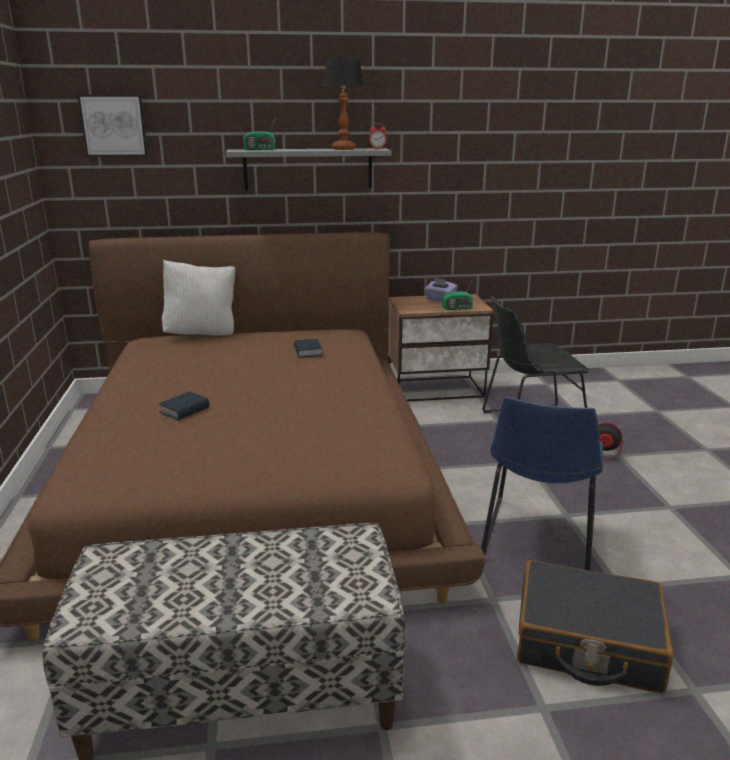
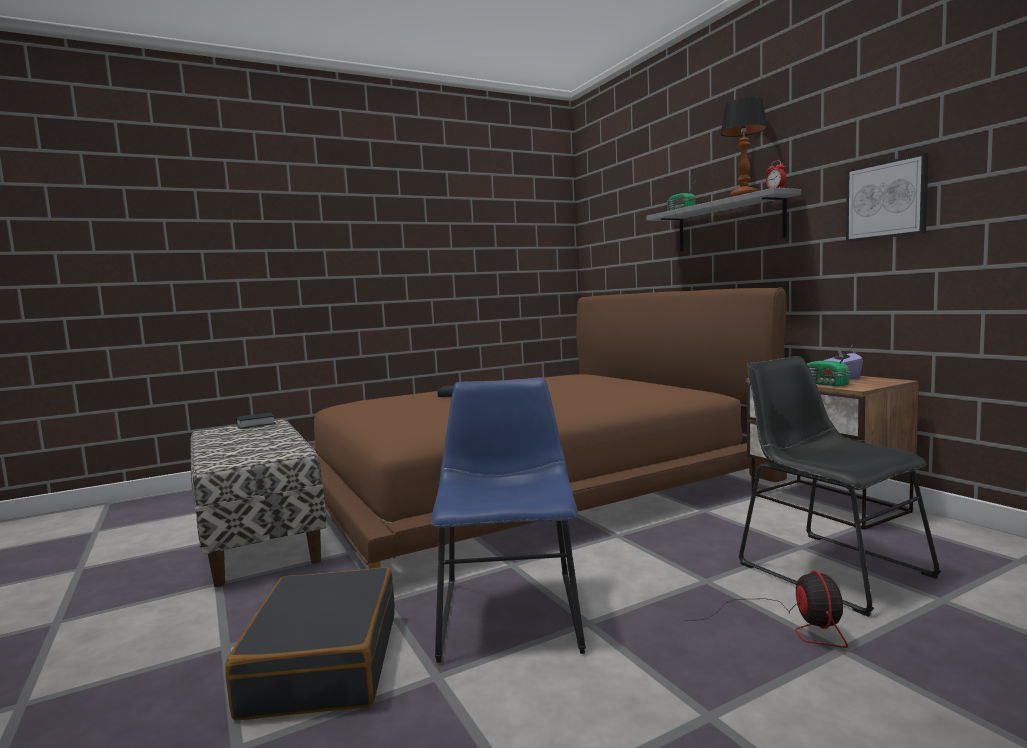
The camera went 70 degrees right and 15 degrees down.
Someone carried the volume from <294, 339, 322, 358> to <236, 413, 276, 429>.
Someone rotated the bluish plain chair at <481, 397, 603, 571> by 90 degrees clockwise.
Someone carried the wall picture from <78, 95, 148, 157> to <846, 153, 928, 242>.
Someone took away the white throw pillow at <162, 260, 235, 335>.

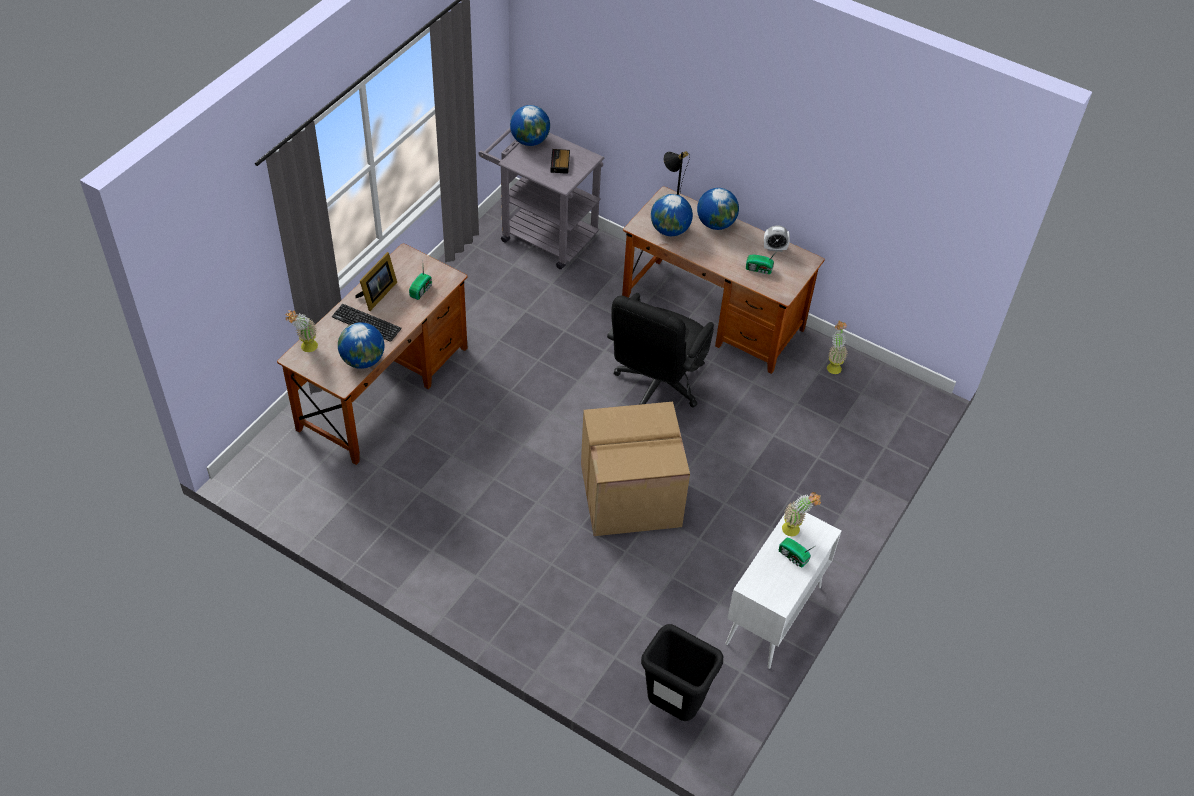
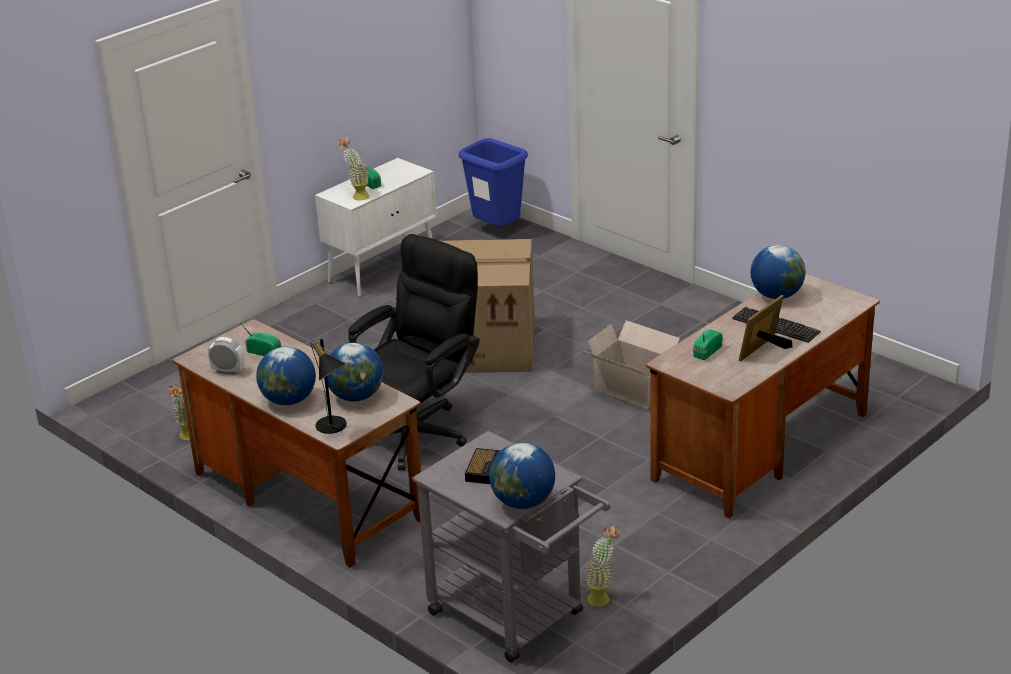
The camera went 165 degrees left and 20 degrees down.
Someone repainted the black-coloured rubbish bin at <641, 624, 723, 721>, which became the bluish rubbish bin at <459, 138, 528, 226>.
Someone put down the cardboard box at <585, 320, 680, 409>.
Someone carried the plant in a pot from <285, 310, 318, 352> to <585, 525, 620, 606>.

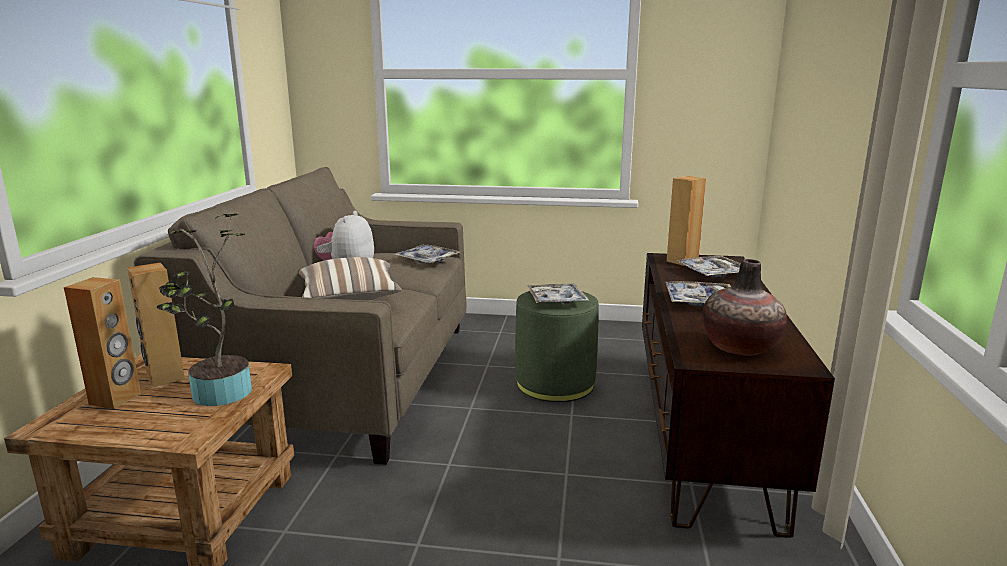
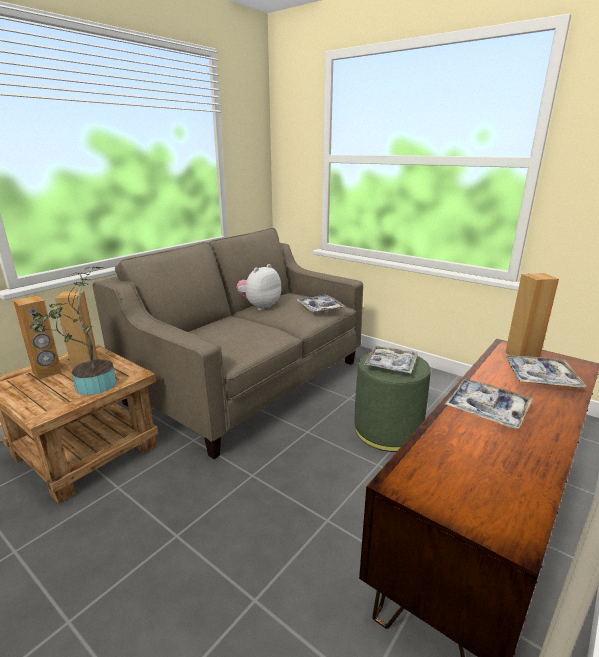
The camera went 30 degrees right and 5 degrees up.
Someone took away the throw pillow at <299, 257, 402, 300>.
Someone took away the flower vase at <703, 259, 787, 356>.

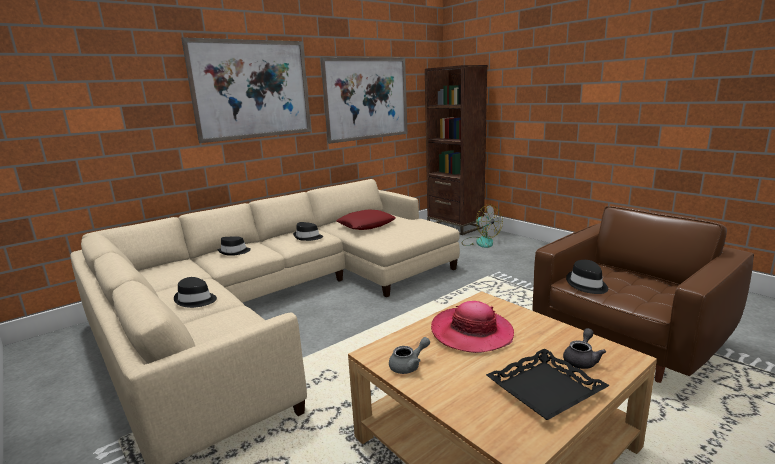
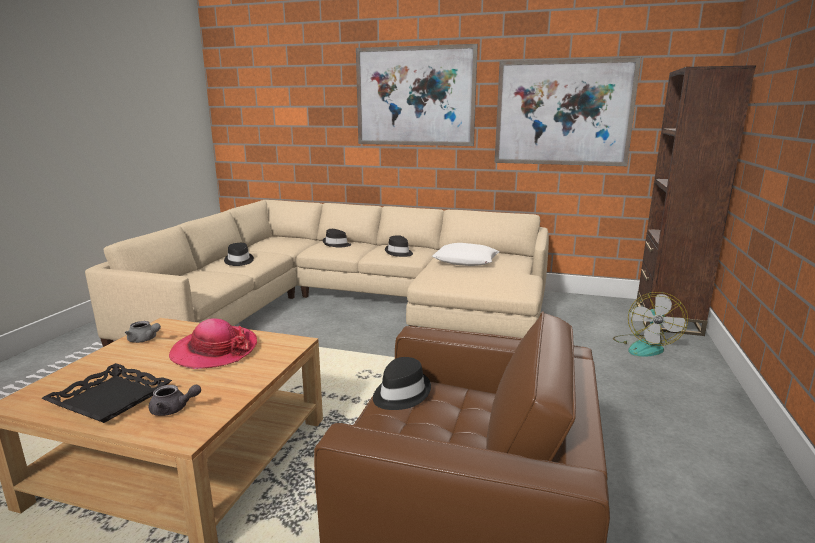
The camera went 55 degrees right and 0 degrees up.
Someone repainted the red-coloured throw pillow at <336, 209, 396, 230>, which became the white throw pillow at <432, 243, 499, 266>.

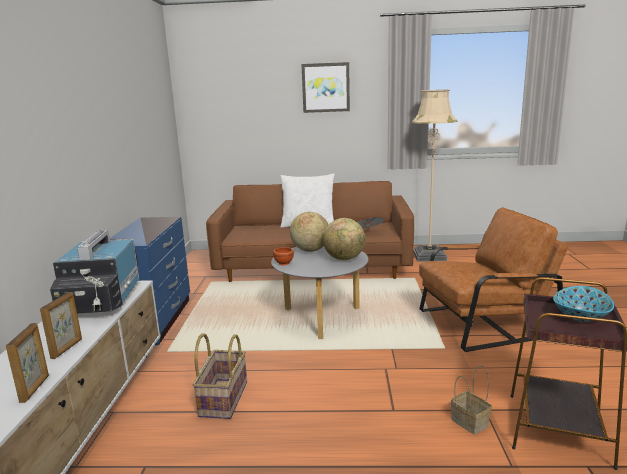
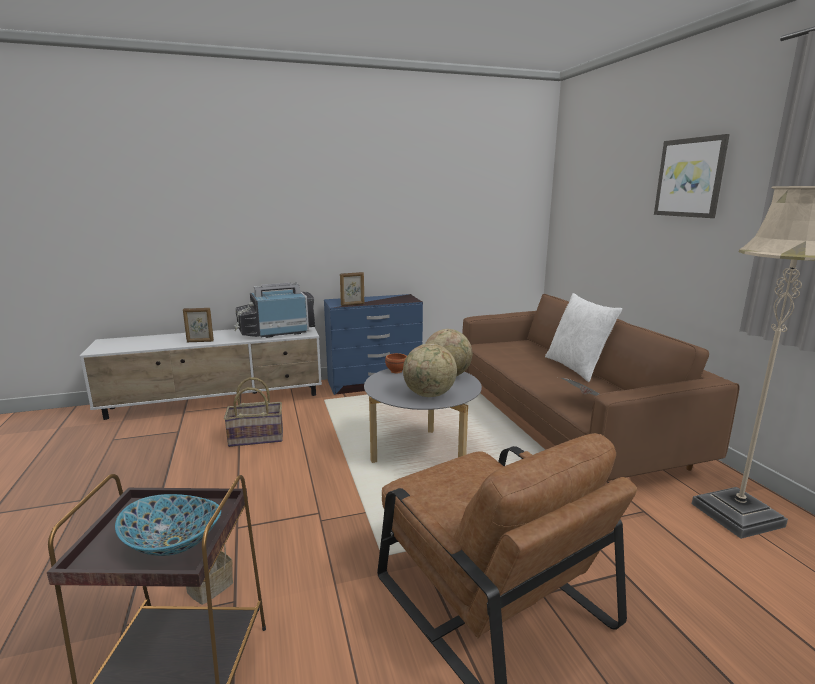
The camera went 70 degrees right and 0 degrees up.
Someone carried the picture frame from <6, 323, 49, 403> to <340, 272, 364, 306>.

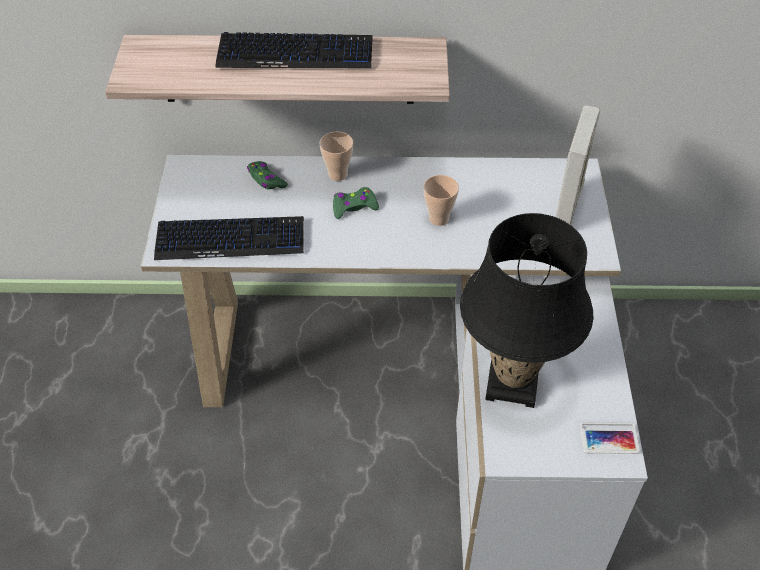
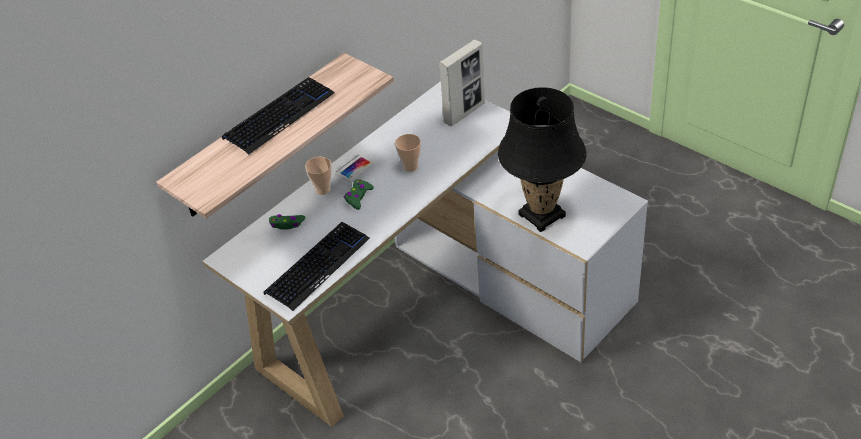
The camera went 45 degrees left and 5 degrees down.
Someone carried the handset from <580, 422, 640, 454> to <334, 154, 374, 182>.
Someone rotated the picture frame at <555, 106, 600, 226> by 105 degrees counterclockwise.

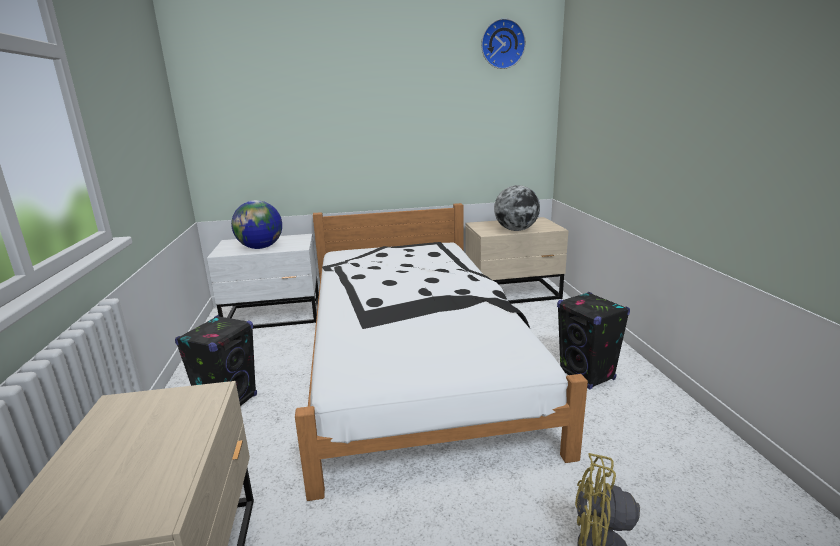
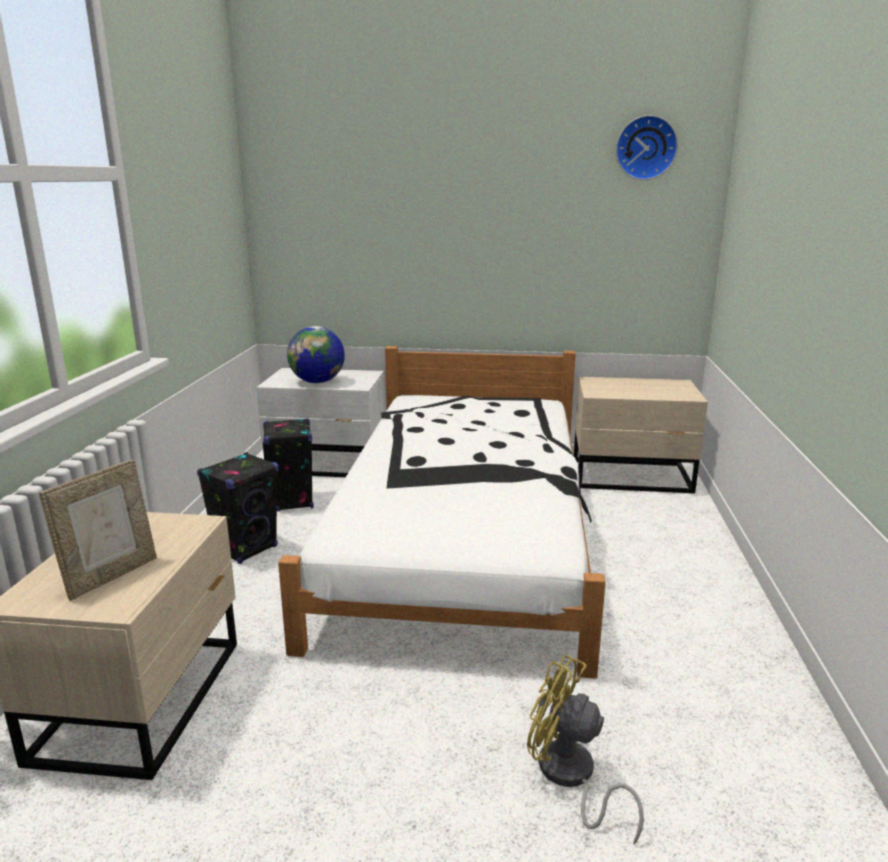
The camera went 15 degrees right and 0 degrees up.
Someone put down the picture frame at <39, 460, 157, 601>.
Someone carried the black-coloured audio speaker from <557, 292, 630, 389> to <263, 418, 314, 511>.
Someone took away the globe at <494, 185, 540, 231>.

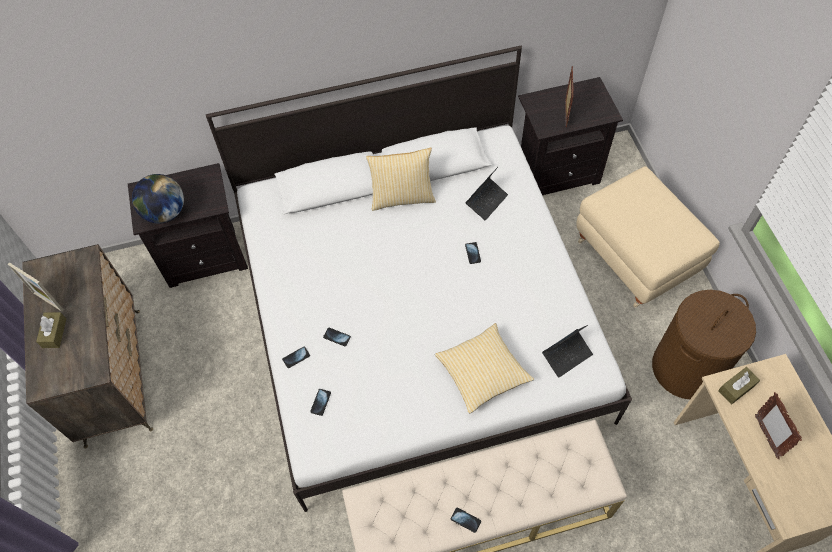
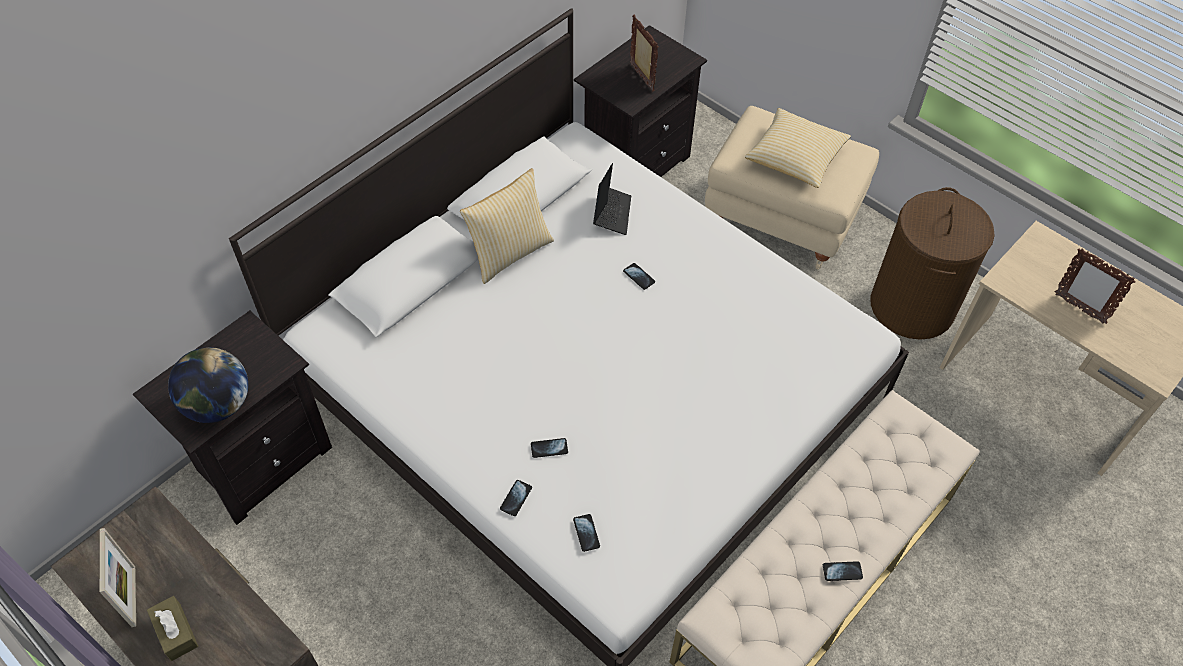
The camera went 35 degrees left and 5 degrees down.
Someone rotated the picture frame at <8, 262, 64, 311> by 105 degrees counterclockwise.
Someone carried the throw pillow from <435, 323, 534, 413> to <745, 108, 851, 188>.
Someone took away the notebook computer at <542, 325, 593, 378>.
Someone took away the brown tissue holder at <718, 367, 760, 404>.

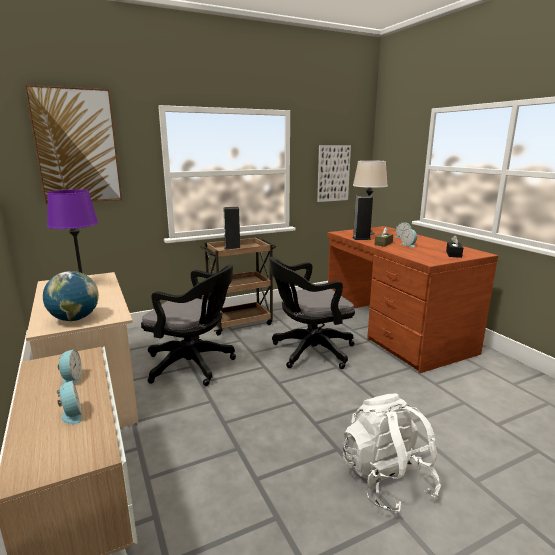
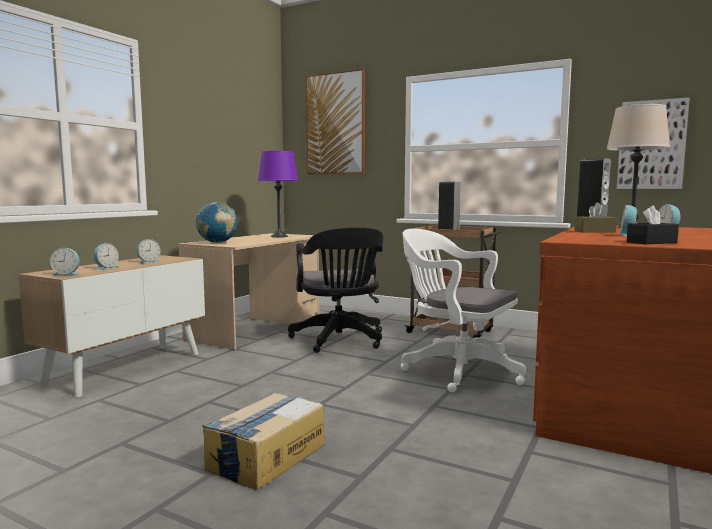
The camera went 55 degrees right and 10 degrees down.
Someone put down the alarm clock at <50, 248, 80, 275>.
Someone swapped the white backpack at <343, 393, 441, 513> for the cardboard box at <202, 393, 325, 490>.
Someone repainted the black-coloured computer chair at <269, 257, 355, 369>, which became the white computer chair at <401, 229, 526, 392>.

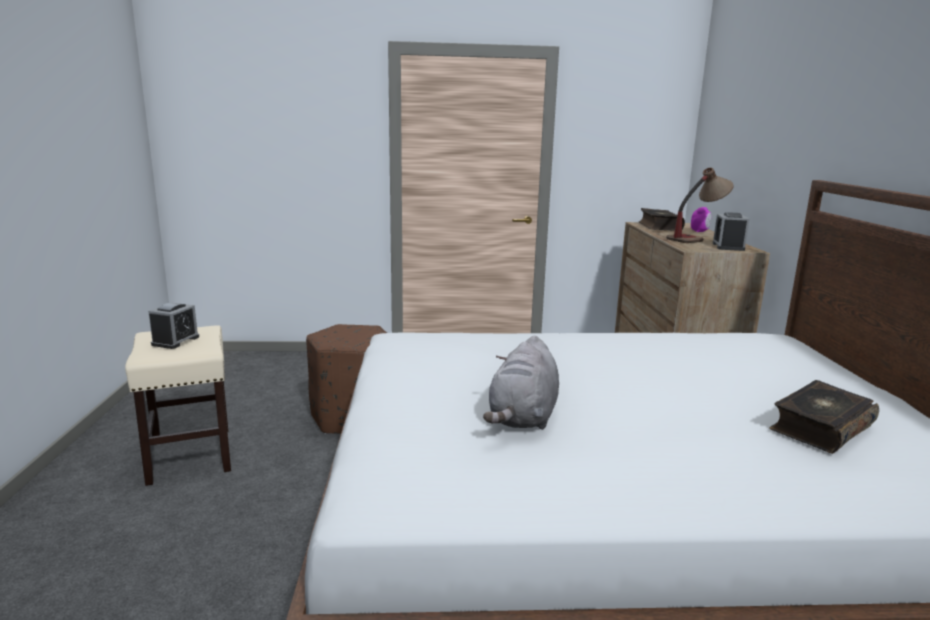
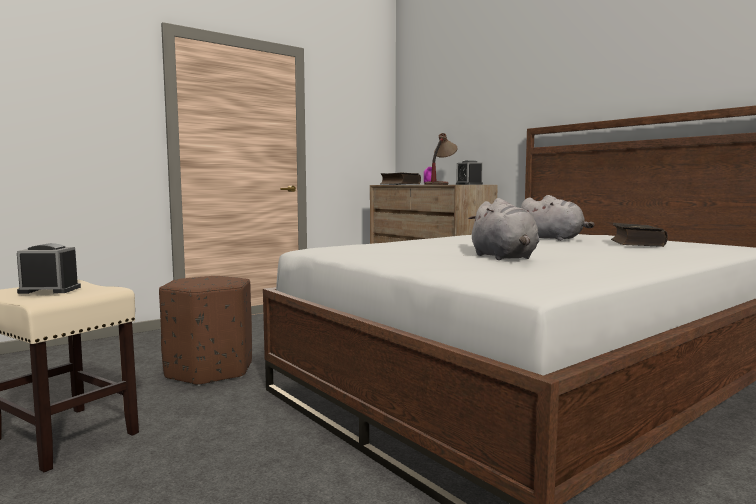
The camera went 35 degrees left and 10 degrees down.
Someone rotated the alarm clock at <148, 303, 199, 349> by 75 degrees counterclockwise.
Someone put down the gray cuddly toy at <521, 195, 594, 241>.

